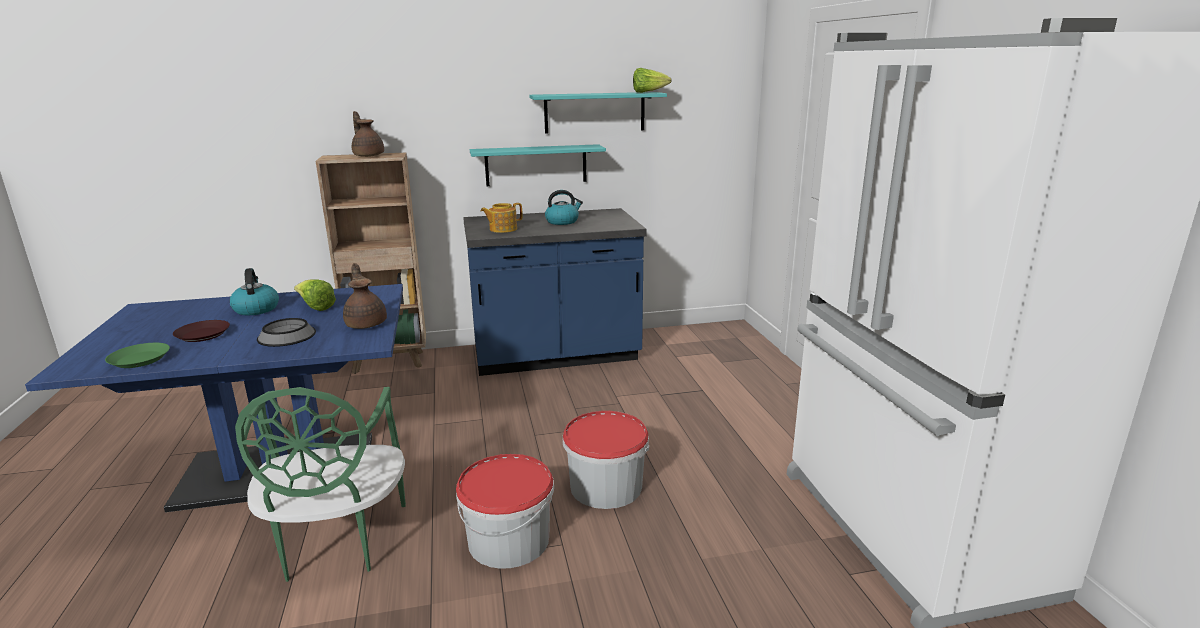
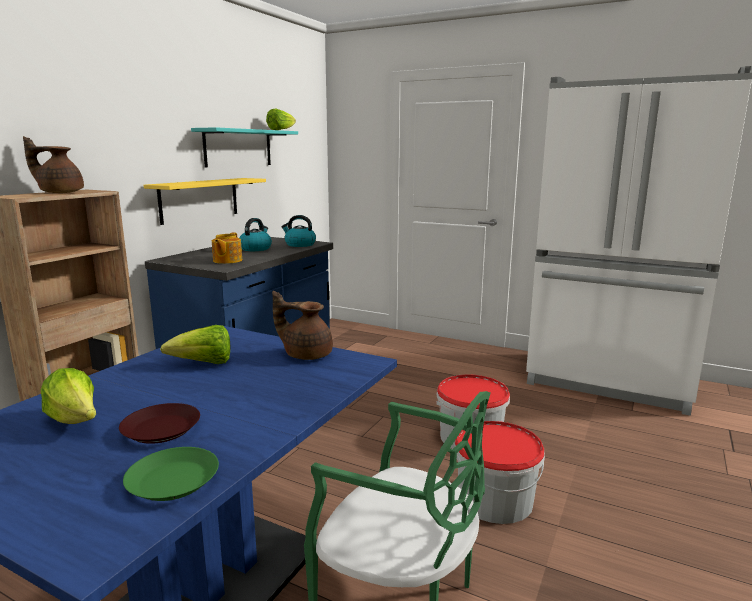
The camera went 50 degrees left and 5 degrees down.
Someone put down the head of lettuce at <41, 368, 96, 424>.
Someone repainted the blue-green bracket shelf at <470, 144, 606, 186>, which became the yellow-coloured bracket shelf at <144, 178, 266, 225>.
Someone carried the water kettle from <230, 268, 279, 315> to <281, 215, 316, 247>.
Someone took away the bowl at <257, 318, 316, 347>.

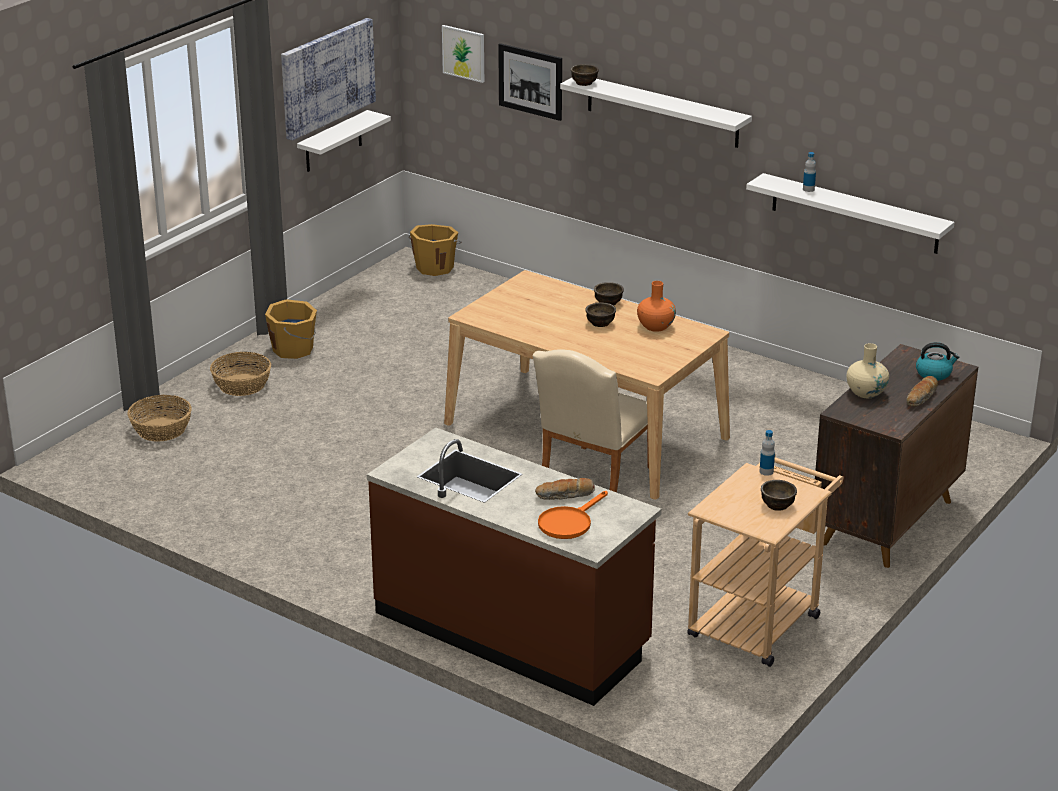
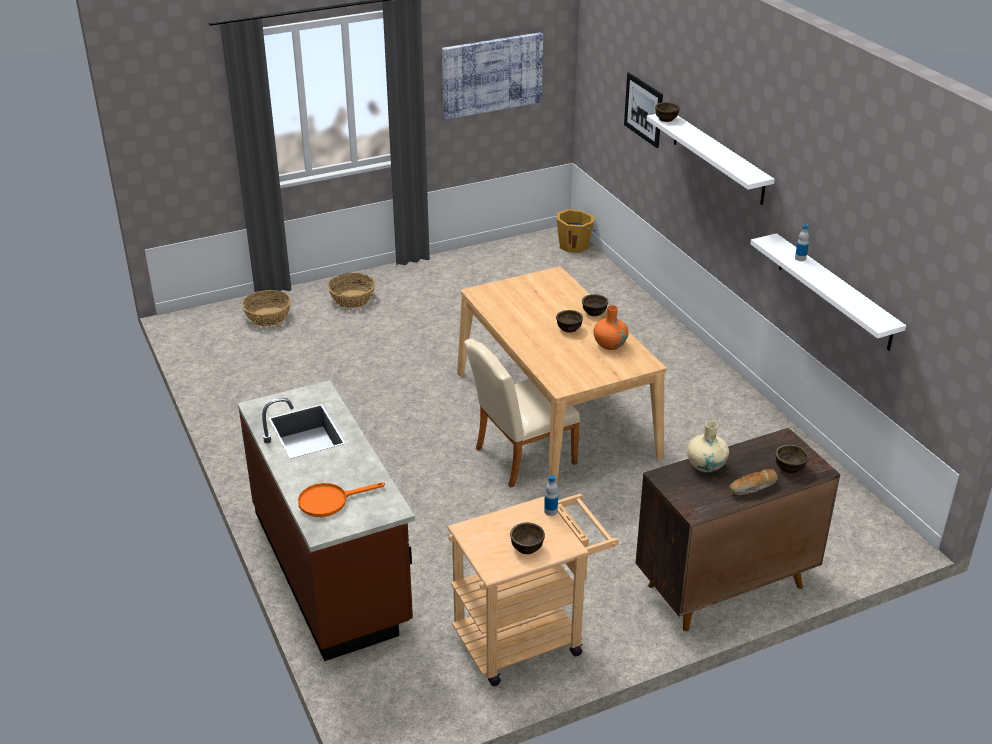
The camera went 30 degrees right and 5 degrees up.
Someone swapped the water kettle at <916, 342, 959, 380> for the brown bowl at <775, 444, 809, 474>.
Someone took away the orangey bucket at <265, 299, 317, 359>.
Someone took away the white bracket shelf at <297, 110, 391, 172>.
Someone took away the wall picture at <442, 25, 484, 83>.
Someone took away the bread at <535, 478, 595, 500>.

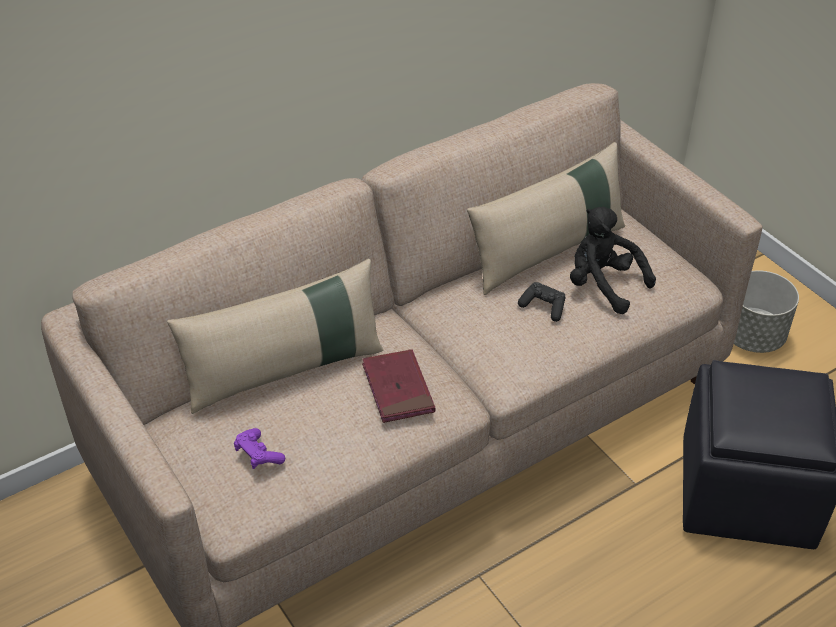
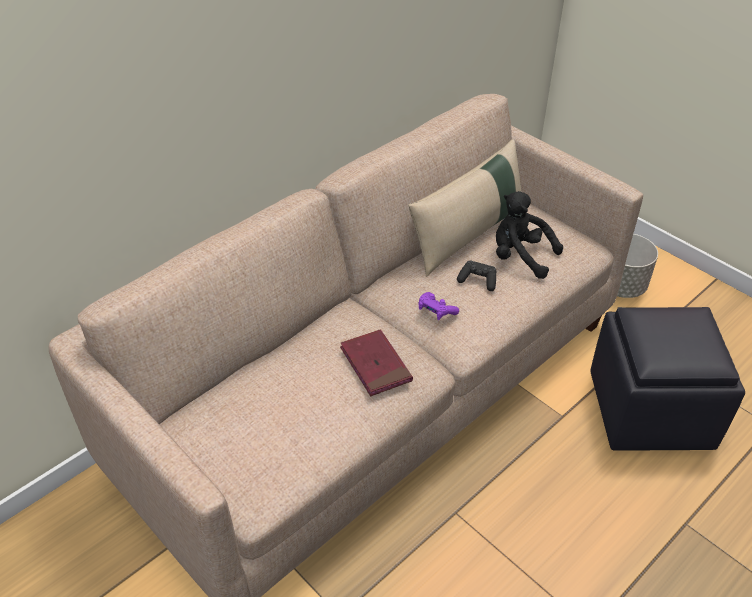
The camera went 10 degrees left and 0 degrees up.
Someone carried the purple game controller from <234, 428, 285, 469> to <418, 292, 459, 320>.
Someone took away the beige throw pillow at <167, 259, 384, 414>.

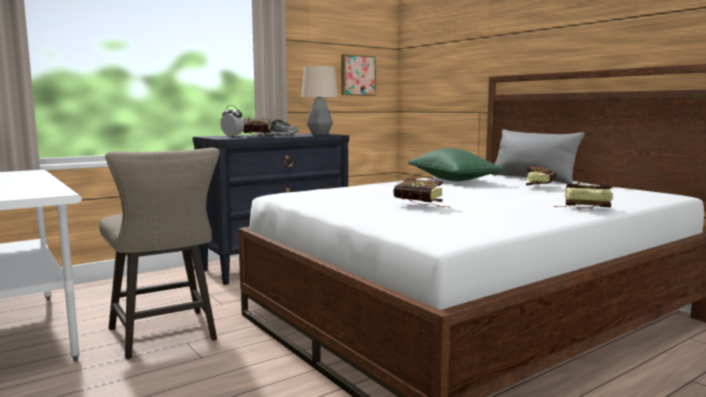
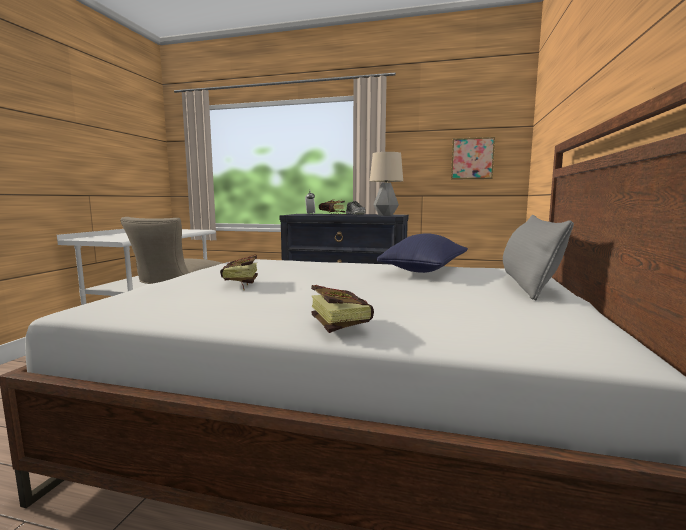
The camera went 50 degrees right and 0 degrees up.
Someone repainted the greenish throw pillow at <408, 148, 503, 181>, which became the bluish throw pillow at <377, 233, 468, 273>.
Someone took away the volume at <526, 164, 557, 187>.

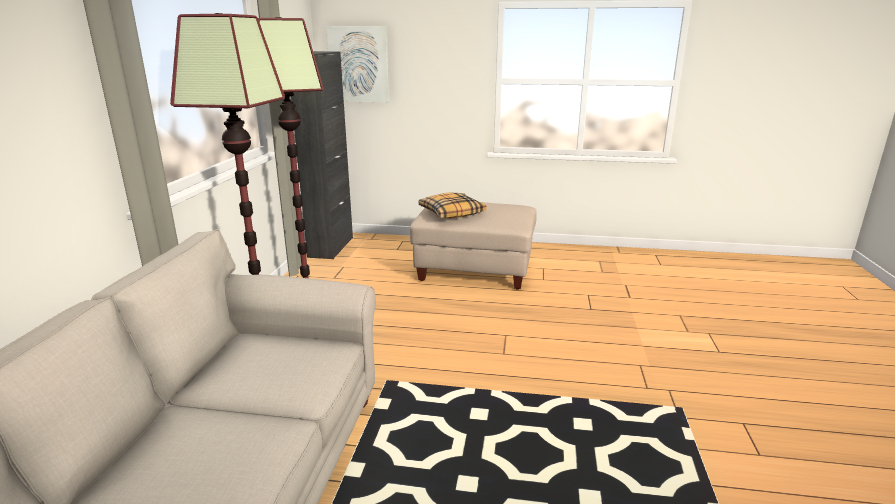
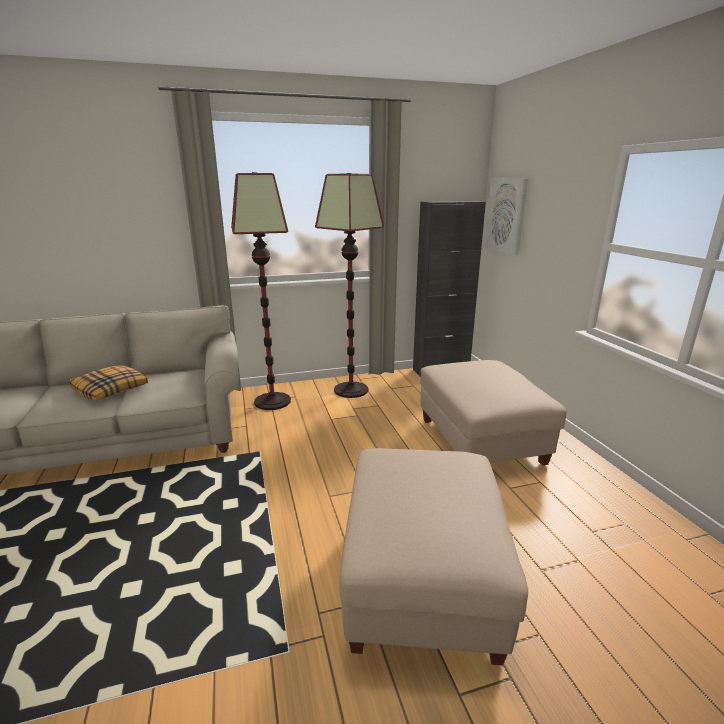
The camera went 65 degrees right and 0 degrees up.
Someone carried the throw pillow from <419, 193, 486, 218> to <69, 365, 148, 401>.
Someone put down the beige footrest at <339, 448, 528, 665>.

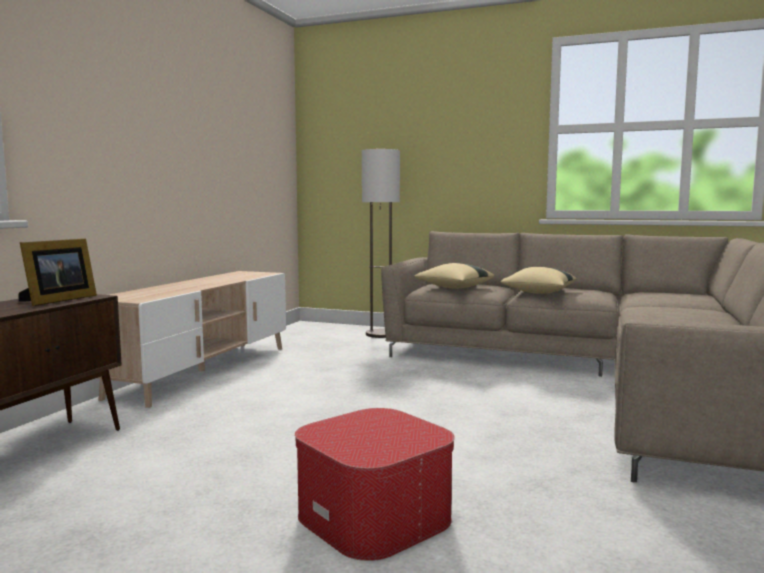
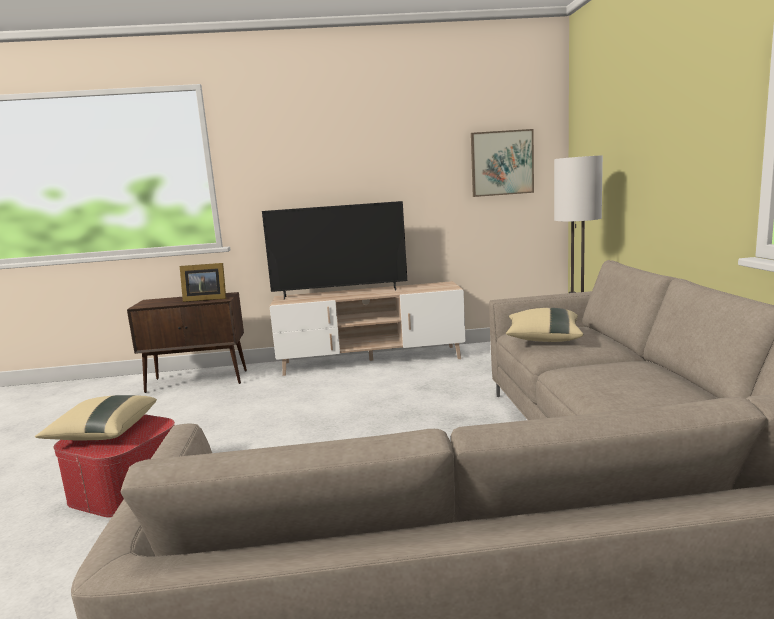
The camera went 65 degrees right and 5 degrees up.
Someone carried the beige throw pillow from <501, 267, 576, 294> to <35, 395, 157, 440>.
Someone put down the TV at <262, 201, 407, 300>.
Someone put up the wall picture at <471, 129, 534, 197>.

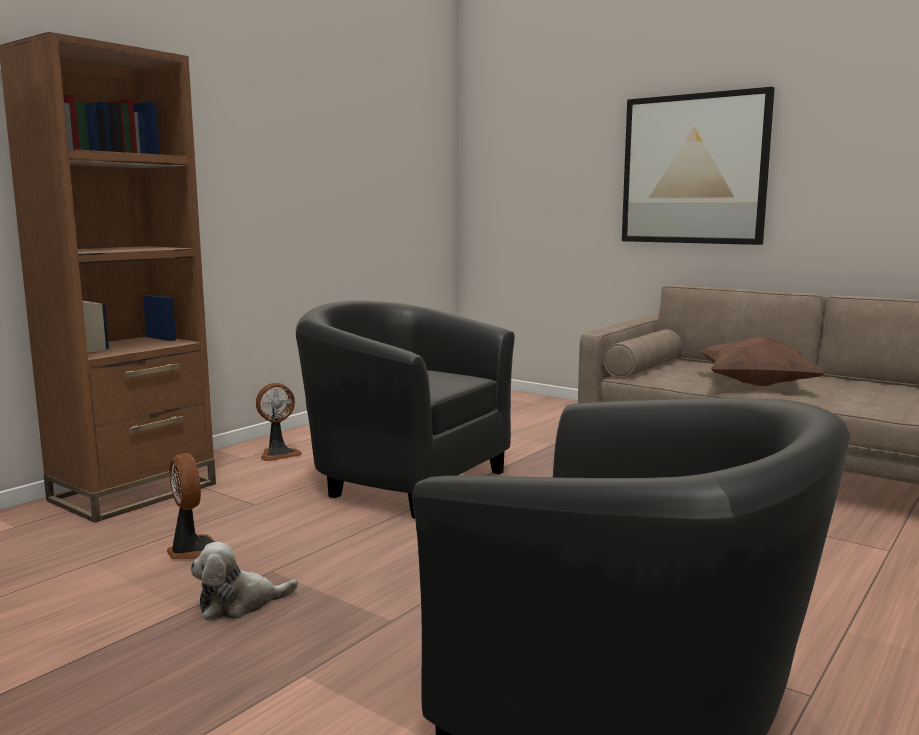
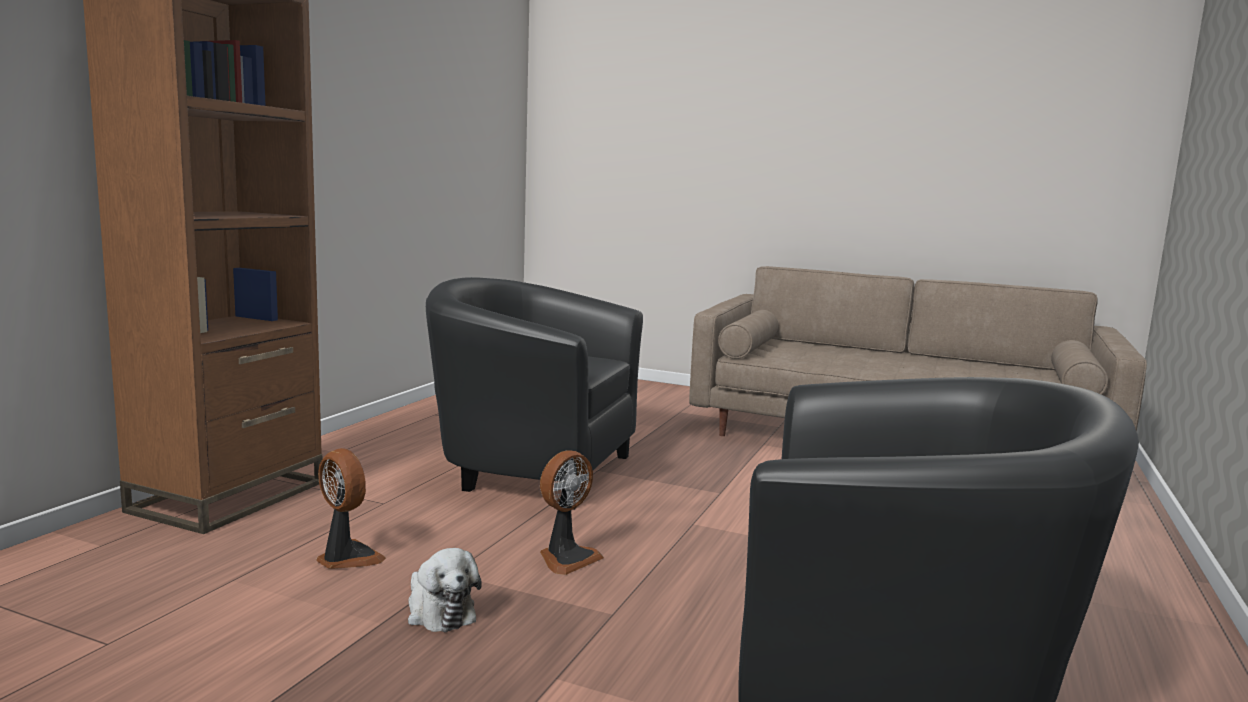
The camera went 15 degrees left and 0 degrees up.
Someone rotated the cuddly toy at <190, 542, 298, 620> by 90 degrees counterclockwise.
Someone carried the electric fan from <256, 383, 302, 461> to <540, 450, 604, 575>.
Someone took away the wall picture at <622, 87, 775, 245>.
Someone took away the brown throw pillow at <701, 338, 825, 386>.

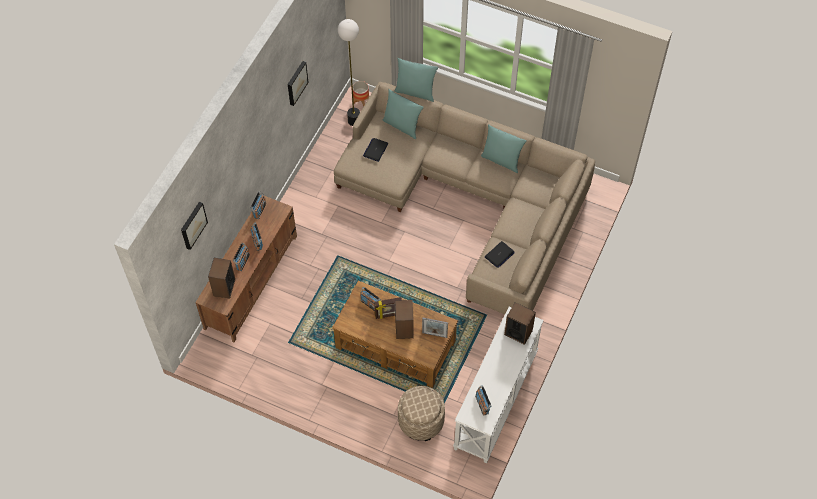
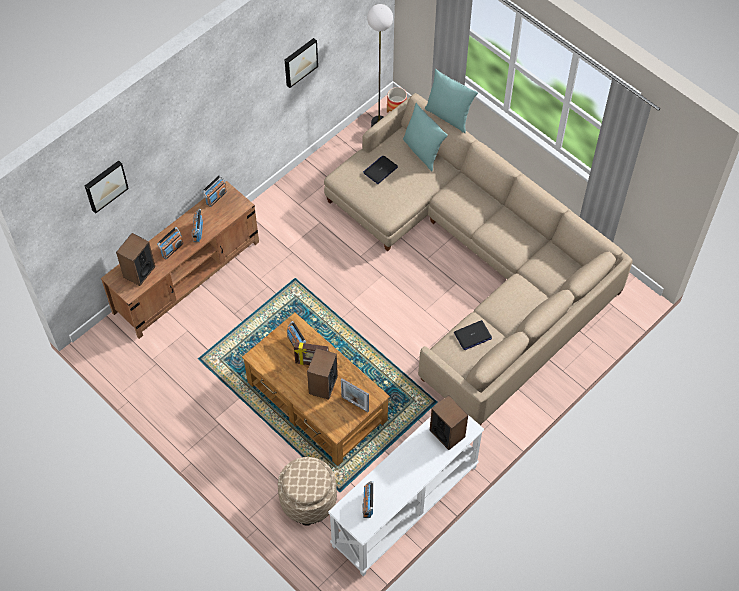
The camera went 20 degrees right and 0 degrees up.
Someone took away the blue-green throw pillow at <481, 124, 527, 173>.

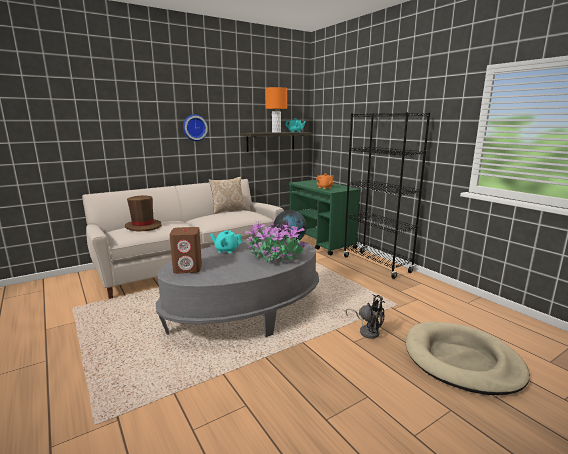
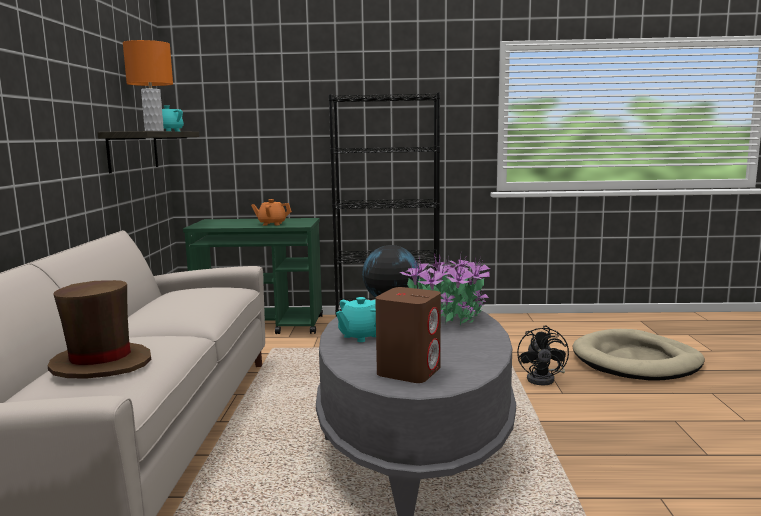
The camera went 55 degrees left and 5 degrees down.
Someone rotated the black-coloured electric fan at <345, 294, 385, 339> by 120 degrees clockwise.
Someone took away the hanging clock at <183, 114, 208, 141>.
Someone took away the throw pillow at <209, 177, 247, 214>.

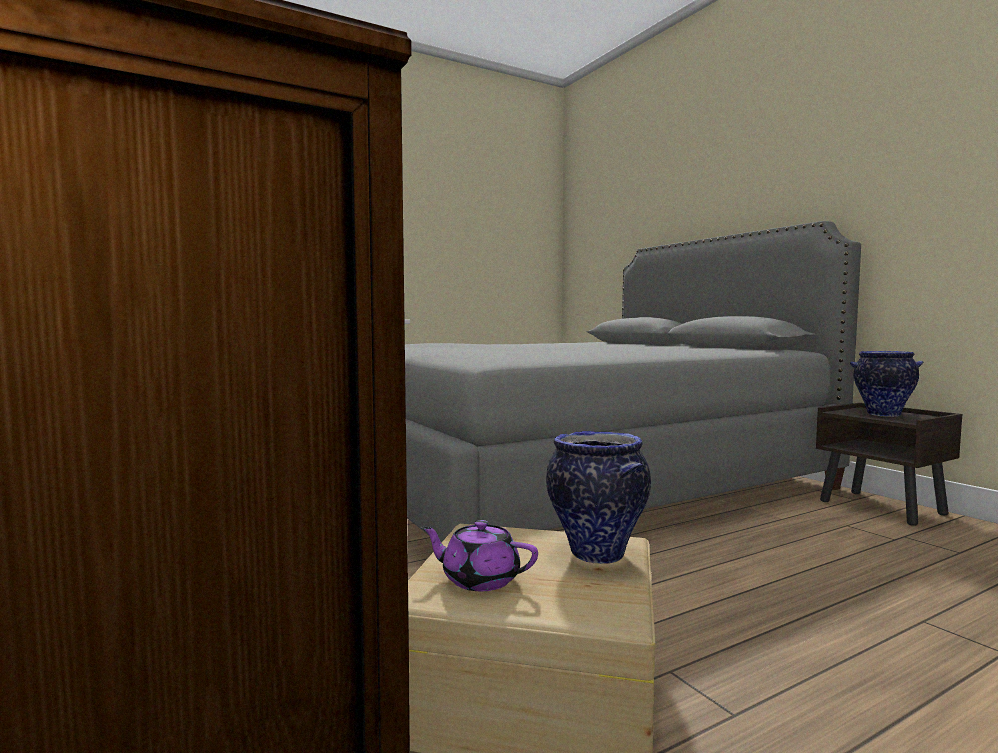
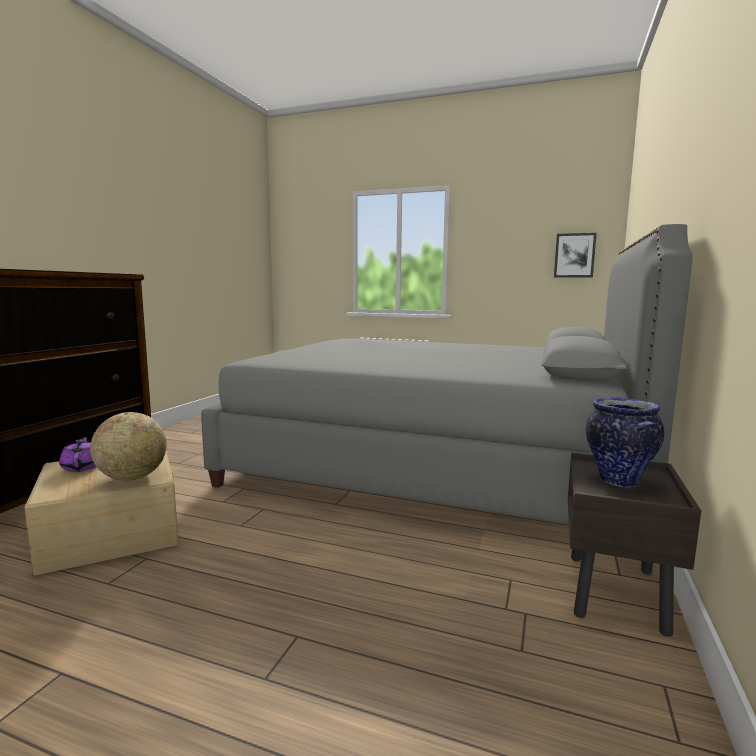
The camera went 50 degrees right and 5 degrees up.
Someone swapped the flower vase at <546, 431, 651, 564> for the globe at <90, 412, 167, 481>.
Someone put up the wall picture at <554, 233, 597, 278>.

